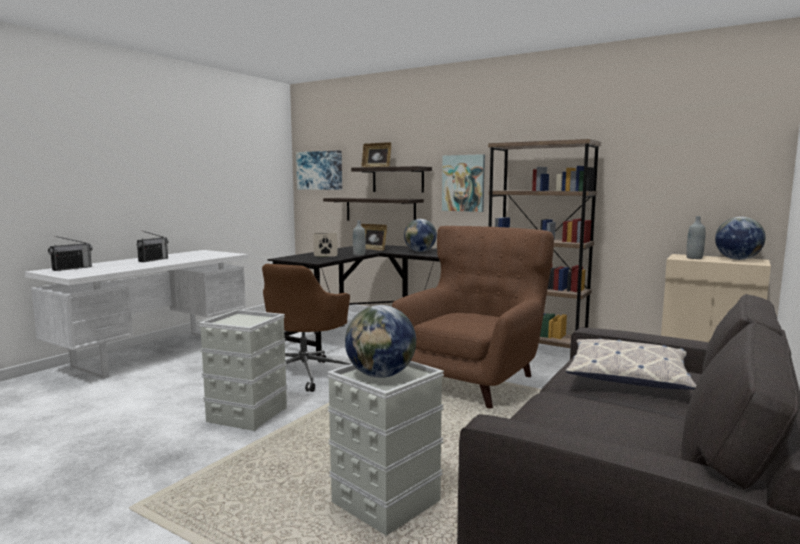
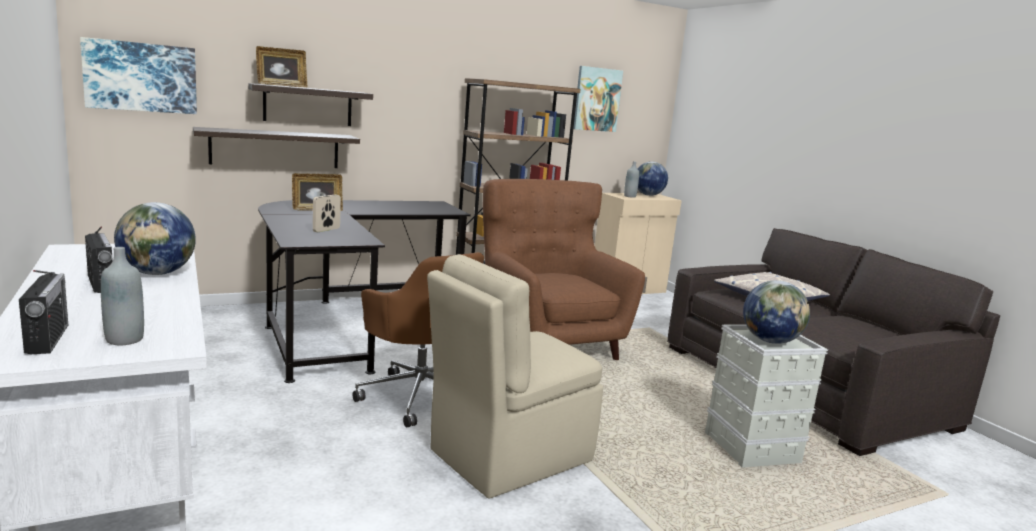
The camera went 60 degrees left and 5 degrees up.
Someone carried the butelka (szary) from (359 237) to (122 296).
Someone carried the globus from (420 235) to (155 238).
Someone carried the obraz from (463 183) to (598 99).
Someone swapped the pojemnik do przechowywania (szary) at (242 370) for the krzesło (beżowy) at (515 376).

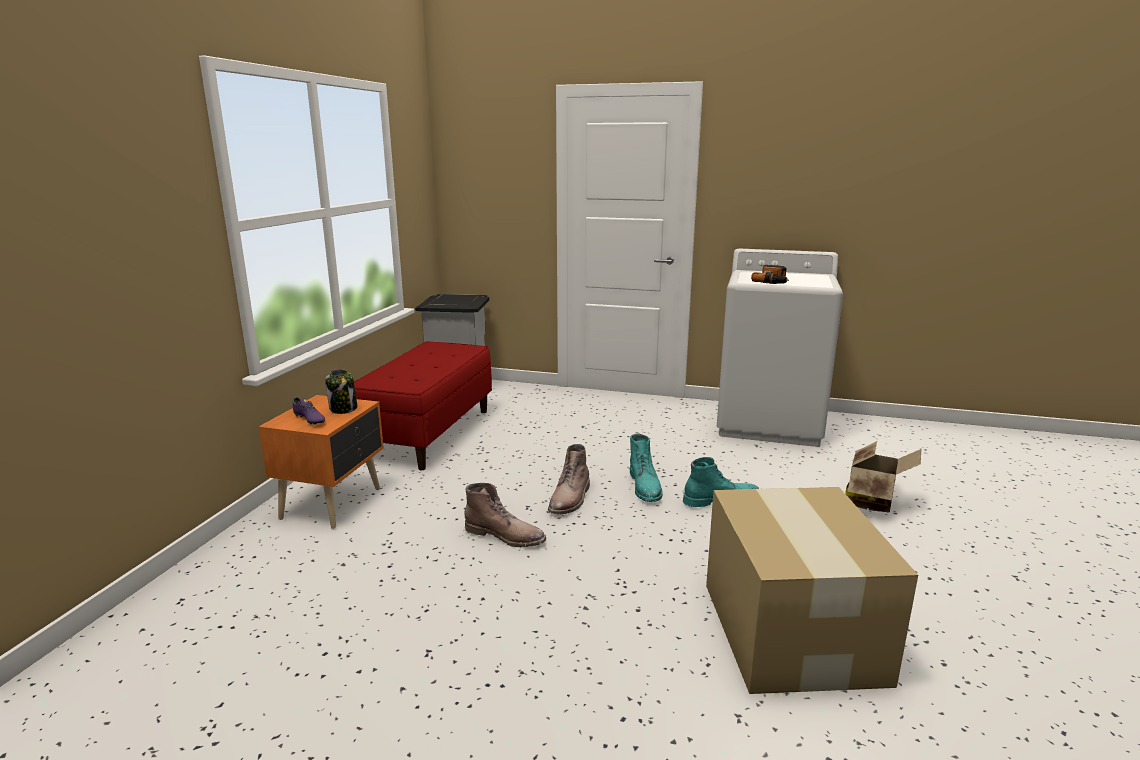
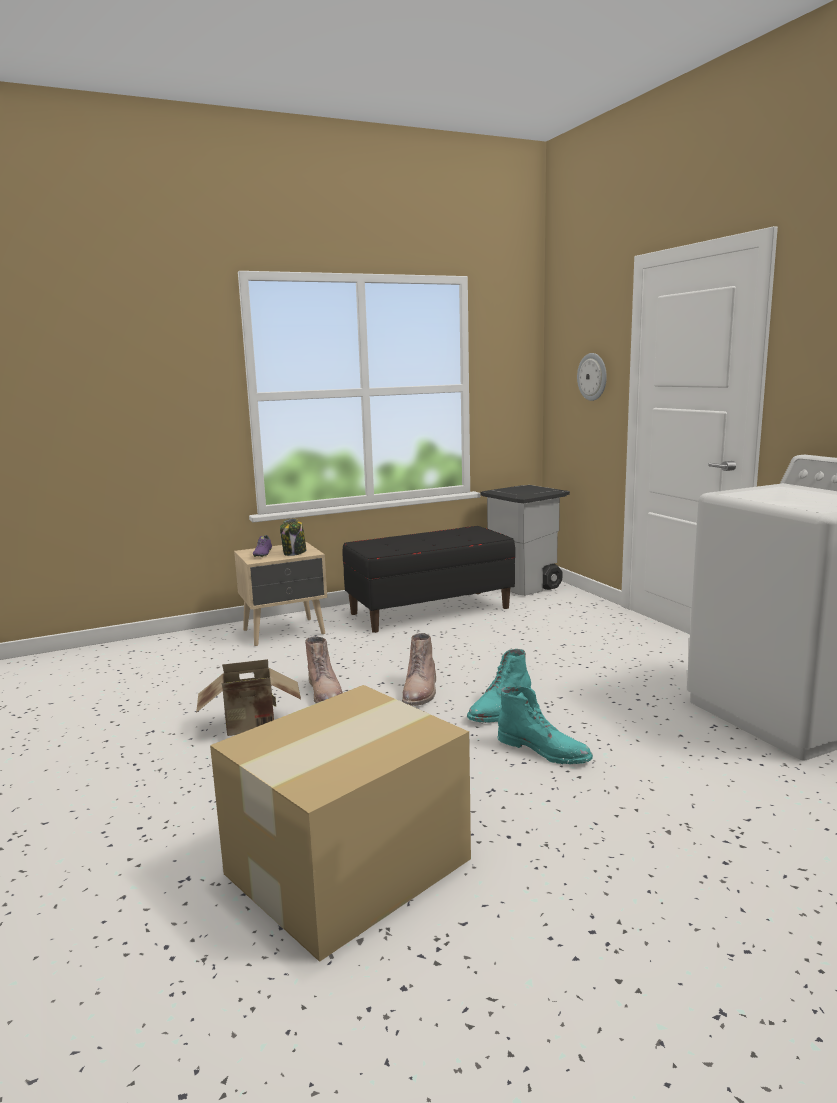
The camera went 50 degrees right and 5 degrees down.
Someone took away the wiertarka at (770 274).
Someone put up the zegar ścienny at (592 377).
Someone carried the karton from (883 477) to (248 697).
Someone repainted the szafka nocna (pomarańczowy) at (321 462), which became the szafka nocna (beżowy) at (280 594).
Someone repainted the ławka (czerwony) at (423 405), which became the ławka (czarny) at (428 579).
Someone rotated the but z cholewką (brązowy) at (569 479) by 60 degrees counterclockwise.

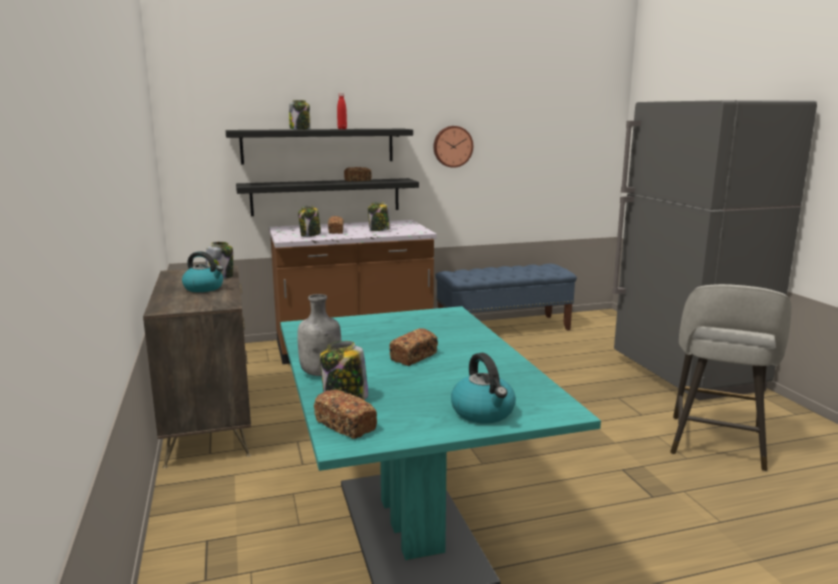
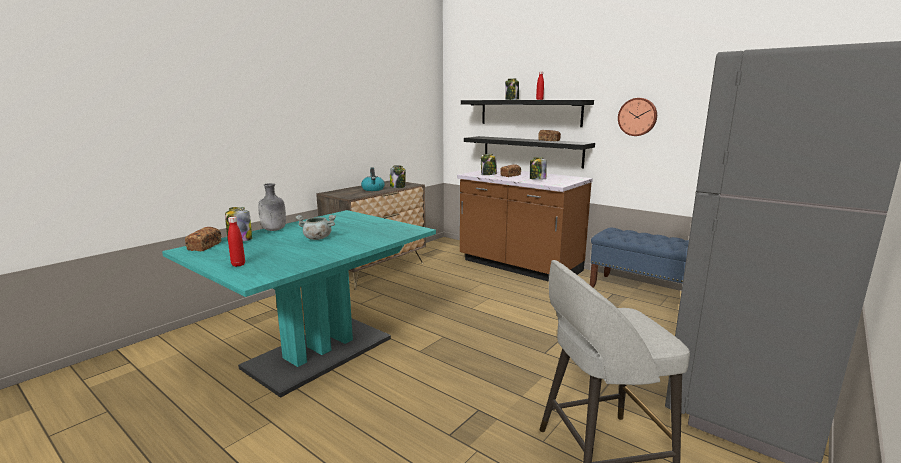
The camera went 55 degrees right and 0 degrees up.
Someone swapped the chleb at (413 347) for the garnek (szary) at (315 227).
Someone swapped the czajnik at (483 388) for the butelka (czerwony) at (236 242).

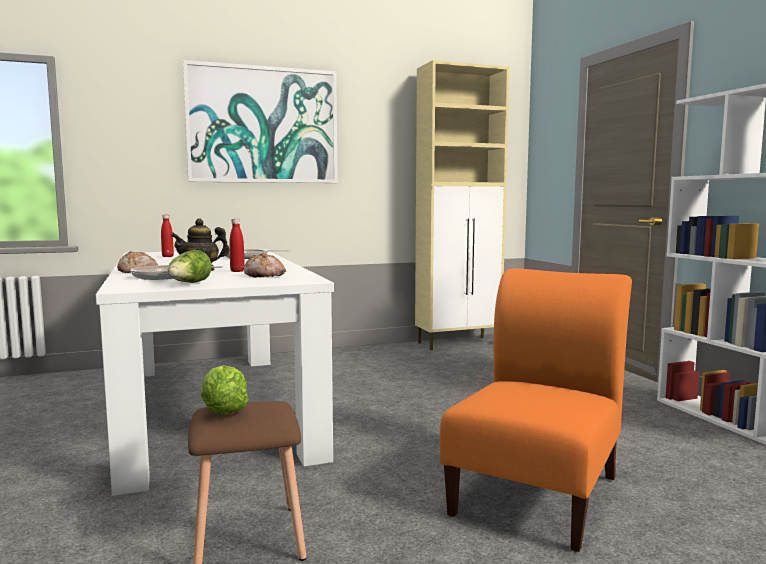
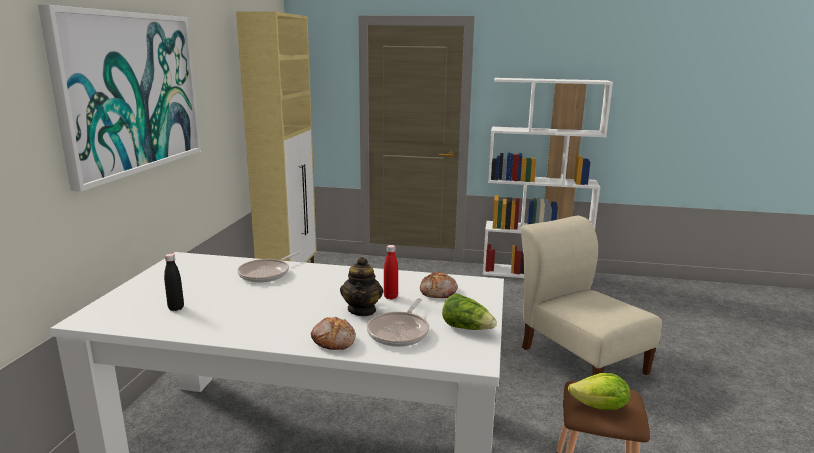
The camera went 60 degrees left and 10 degrees up.
Someone repainted the butelka (czerwony) at (167 236), which became the butelka (czarny) at (174 282).
Someone repainted the krzesło (pomarańczowy) at (536 410), which became the krzesło (beżowy) at (591 296).

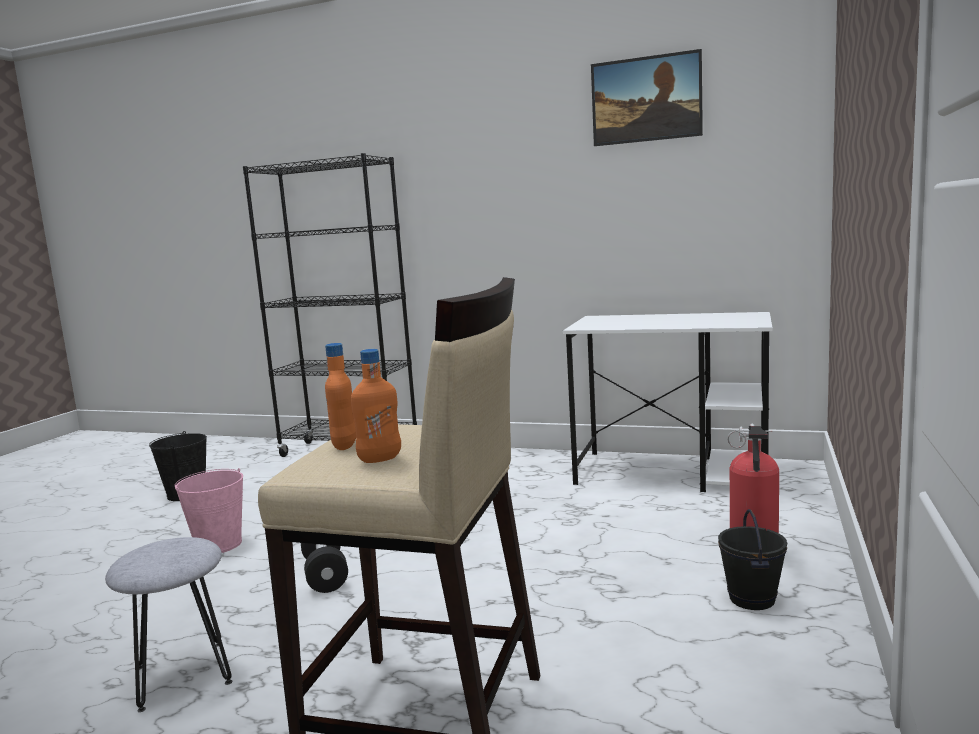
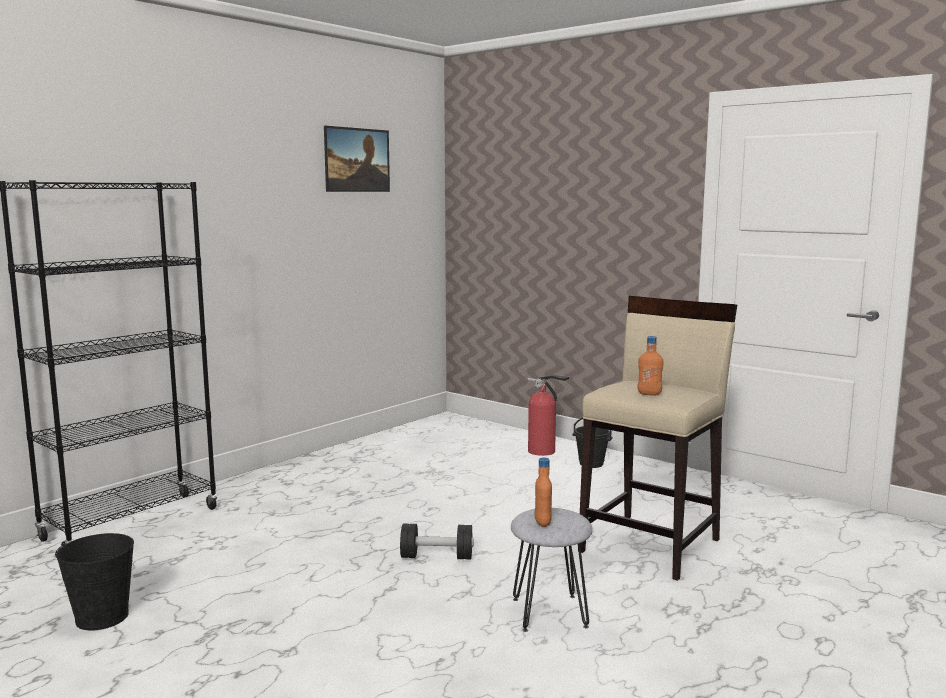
The camera went 70 degrees left and 0 degrees up.
Someone took away the wiadro (różowy) at (209 510).
Someone took away the biurko (biały) at (668 402).
Someone carried the butelka (pomarańczowy) from (376 406) to (543 492).

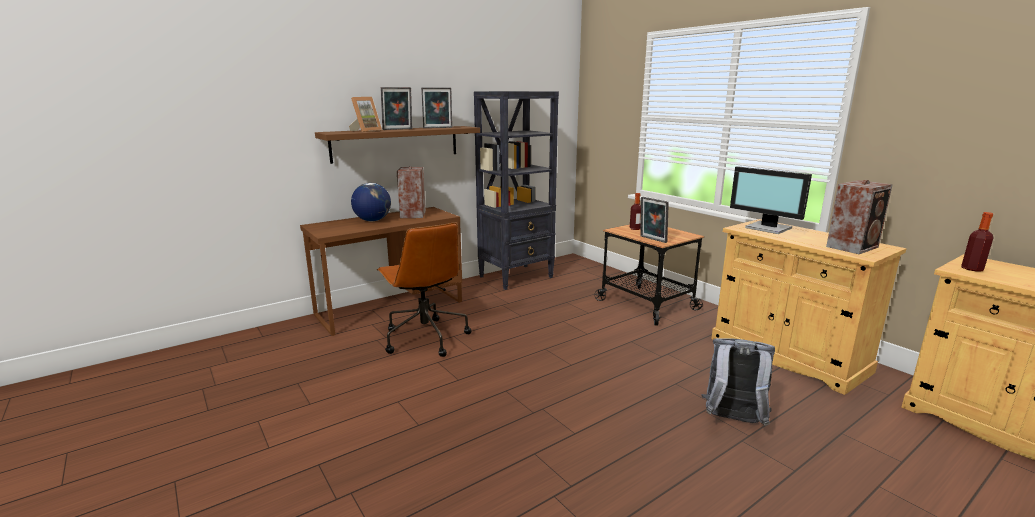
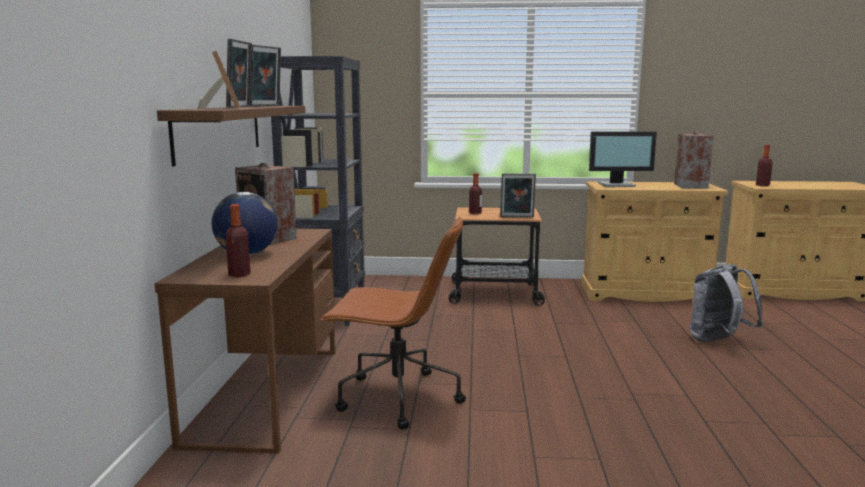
The camera went 50 degrees left and 5 degrees down.
Someone put down the butelka at (238 240).

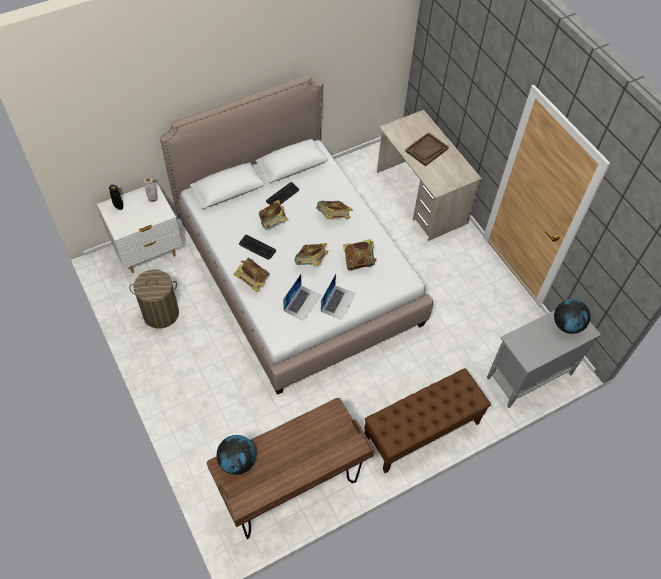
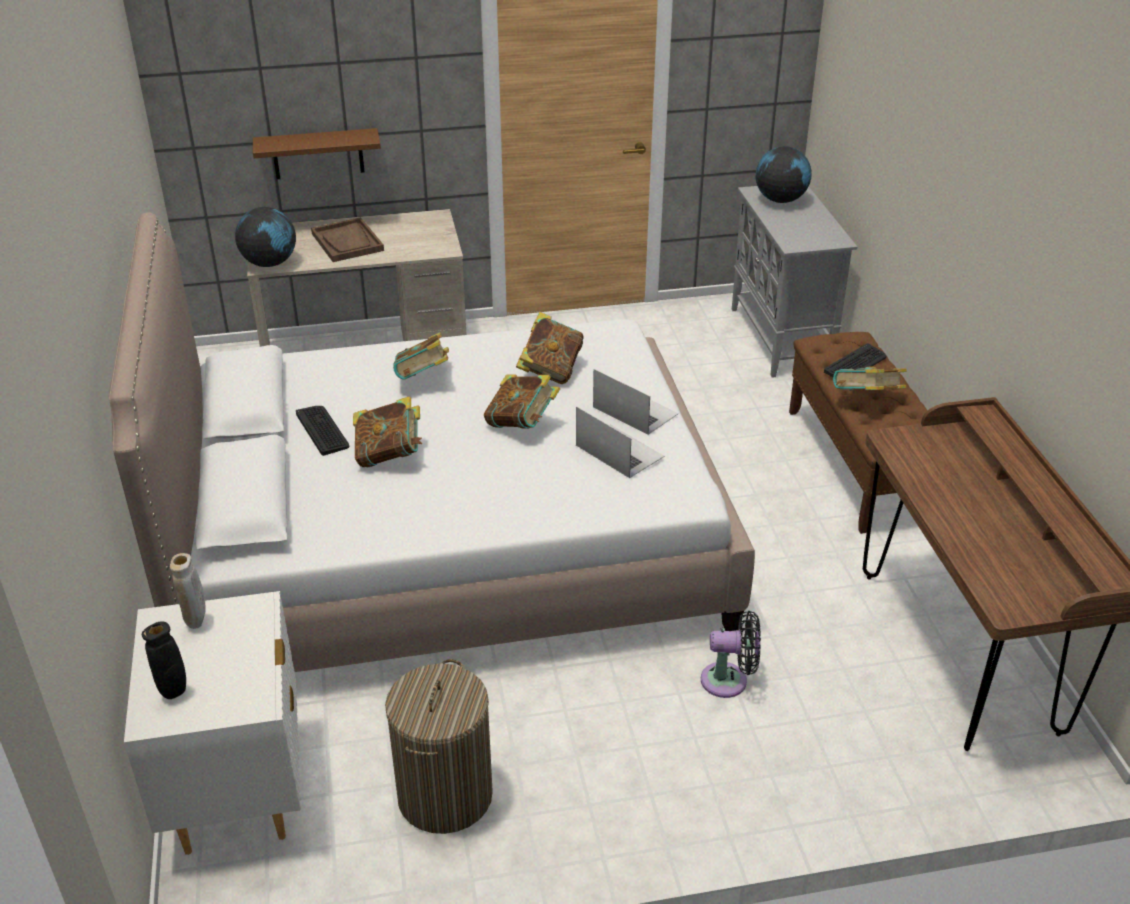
The camera went 70 degrees left and 20 degrees down.
Someone put up the półka (brązowy) at (317 153).
Someone put down the wentylator (czarny) at (731 654).
Someone carried the globus from (236 455) to (265 237).
Someone carried the książka from (251 275) to (869 379).
Someone carried the klawiatura from (257 247) to (855 360).

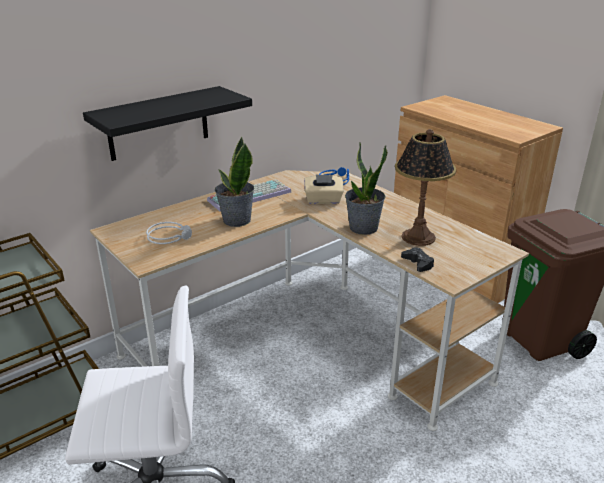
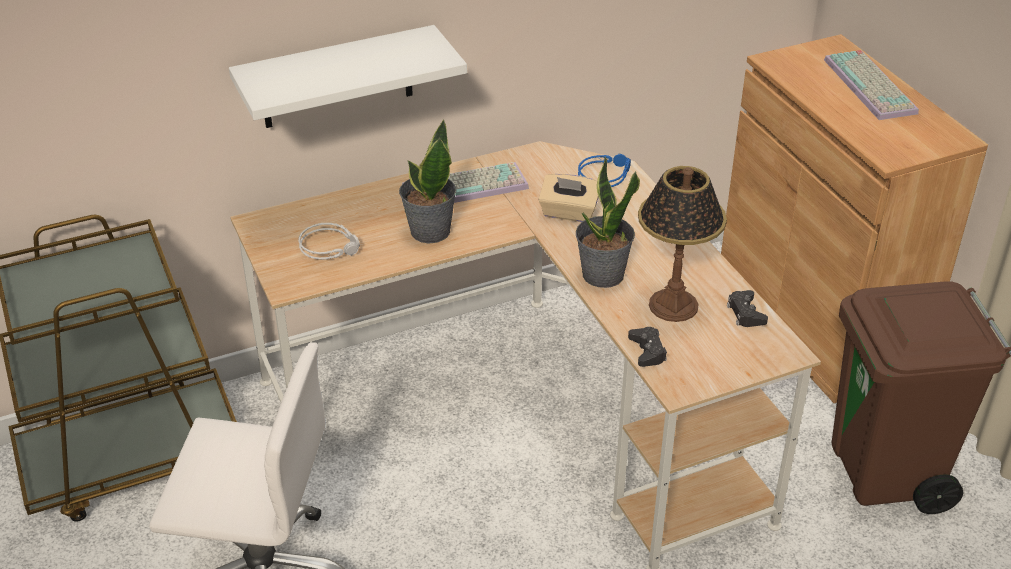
The camera went 15 degrees right and 10 degrees up.
Someone put down the pad do gier (czarny) at (747 308).
Someone put down the klawiatura at (871 85).
Someone repainted the półka (czarny) at (167 123), which became the półka (biały) at (348 76).

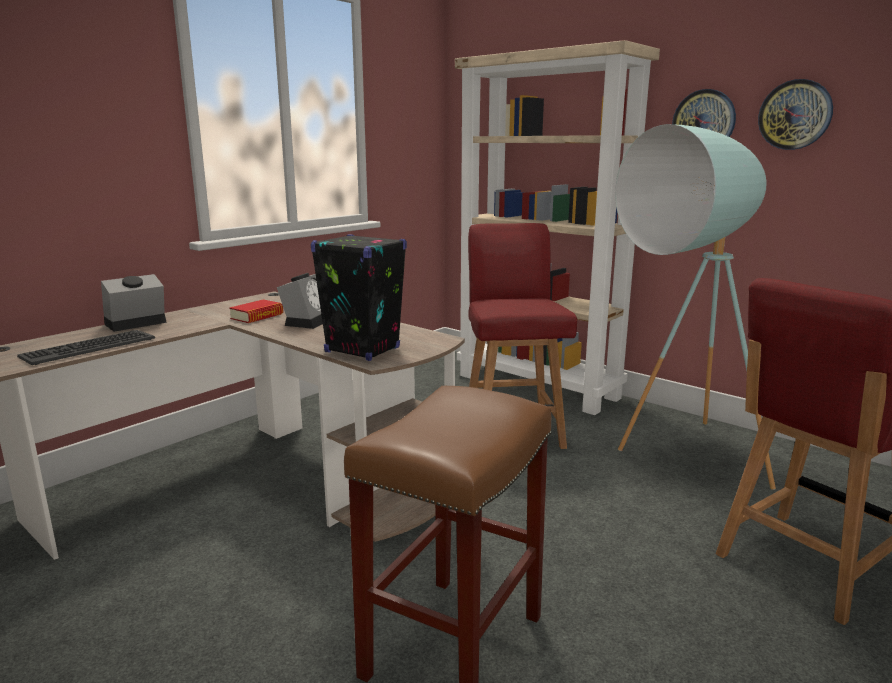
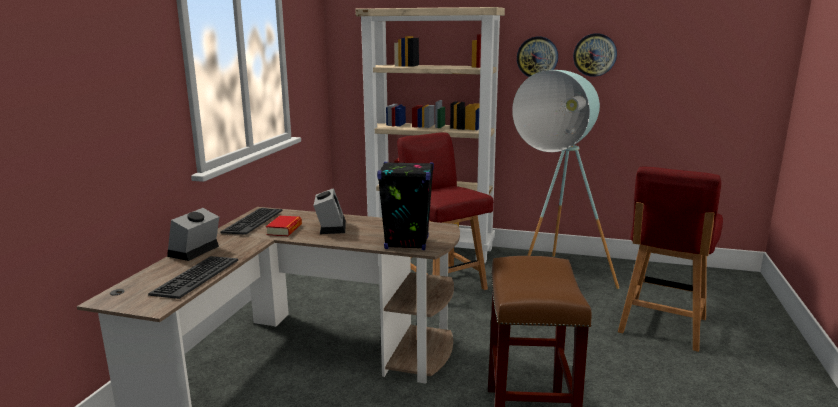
The camera went 25 degrees left and 0 degrees up.
Someone put down the klawiatura at (252 221).

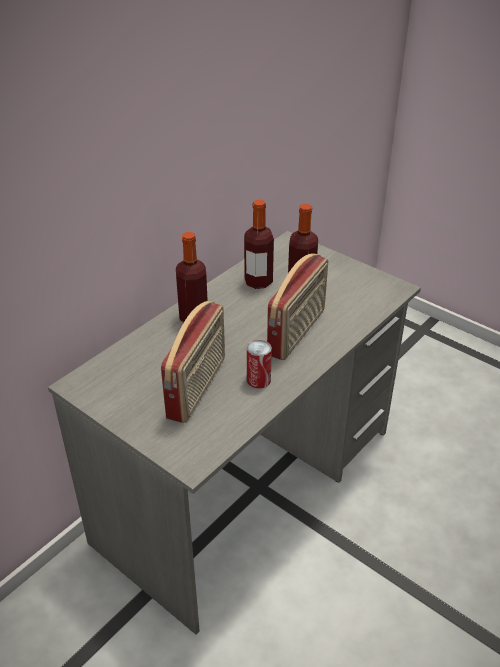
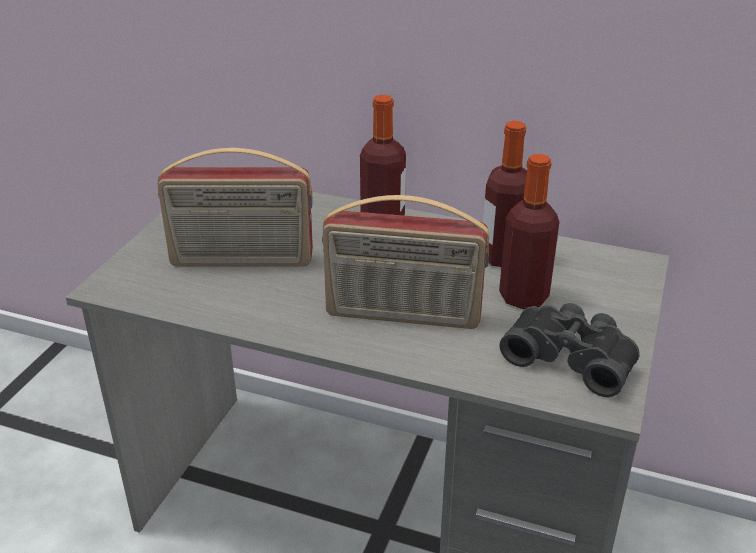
The camera went 70 degrees right and 5 degrees down.
Someone took away the puszka at (259 364).
Someone put down the lornetka (czarny) at (569 350).

